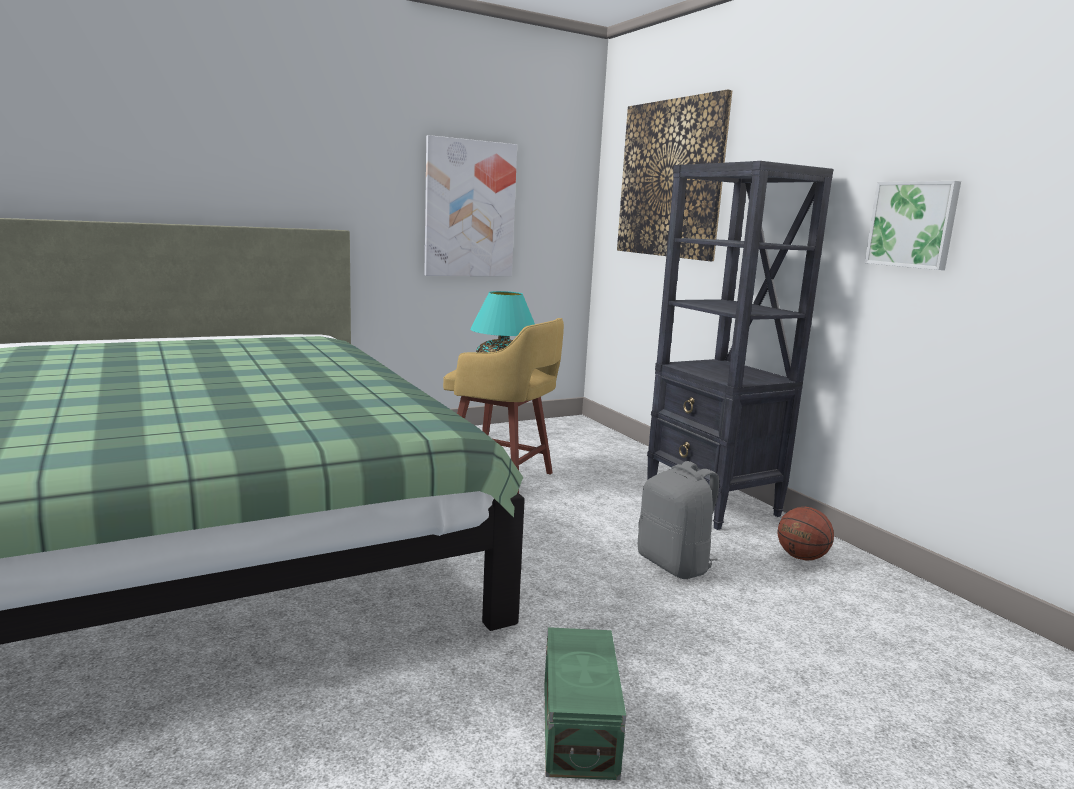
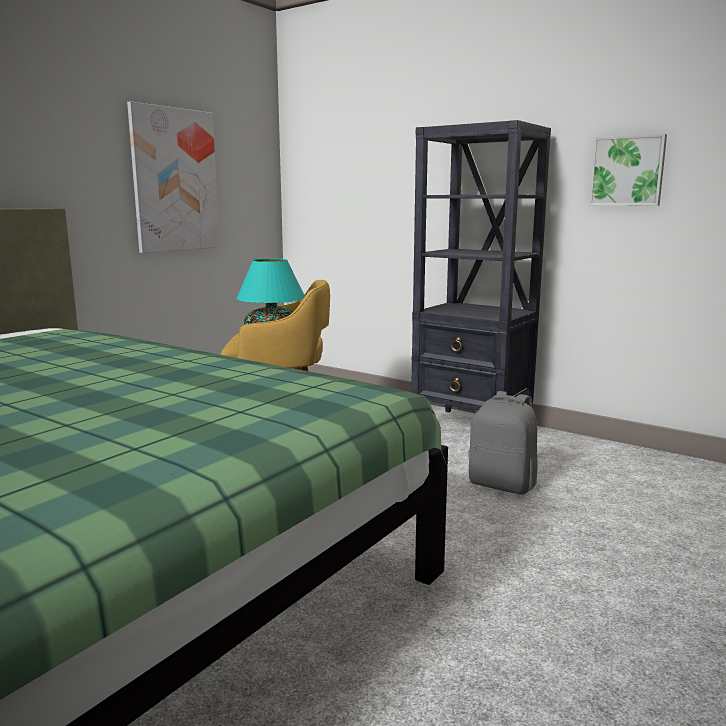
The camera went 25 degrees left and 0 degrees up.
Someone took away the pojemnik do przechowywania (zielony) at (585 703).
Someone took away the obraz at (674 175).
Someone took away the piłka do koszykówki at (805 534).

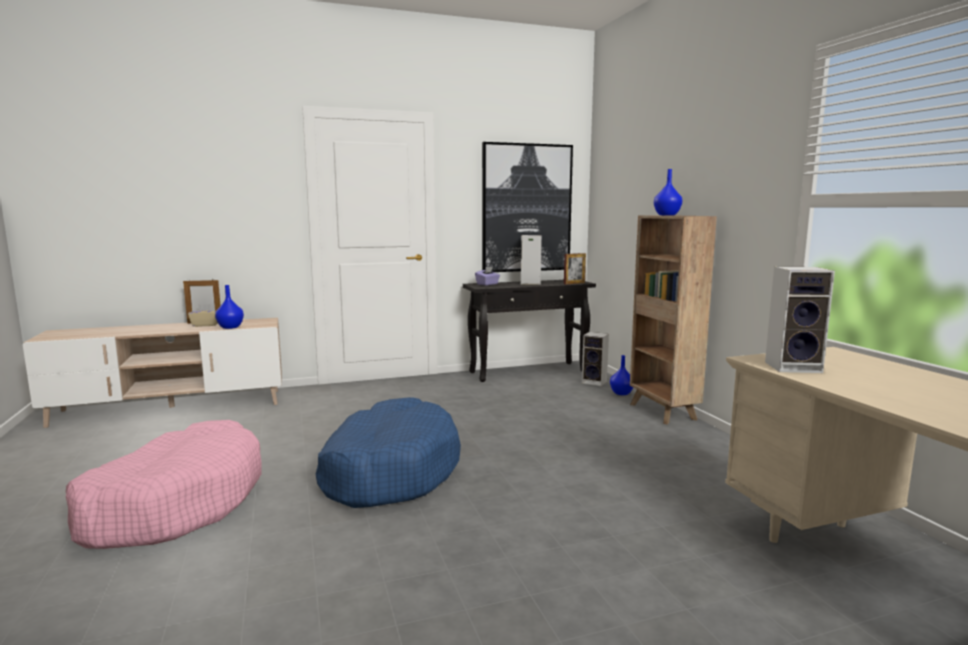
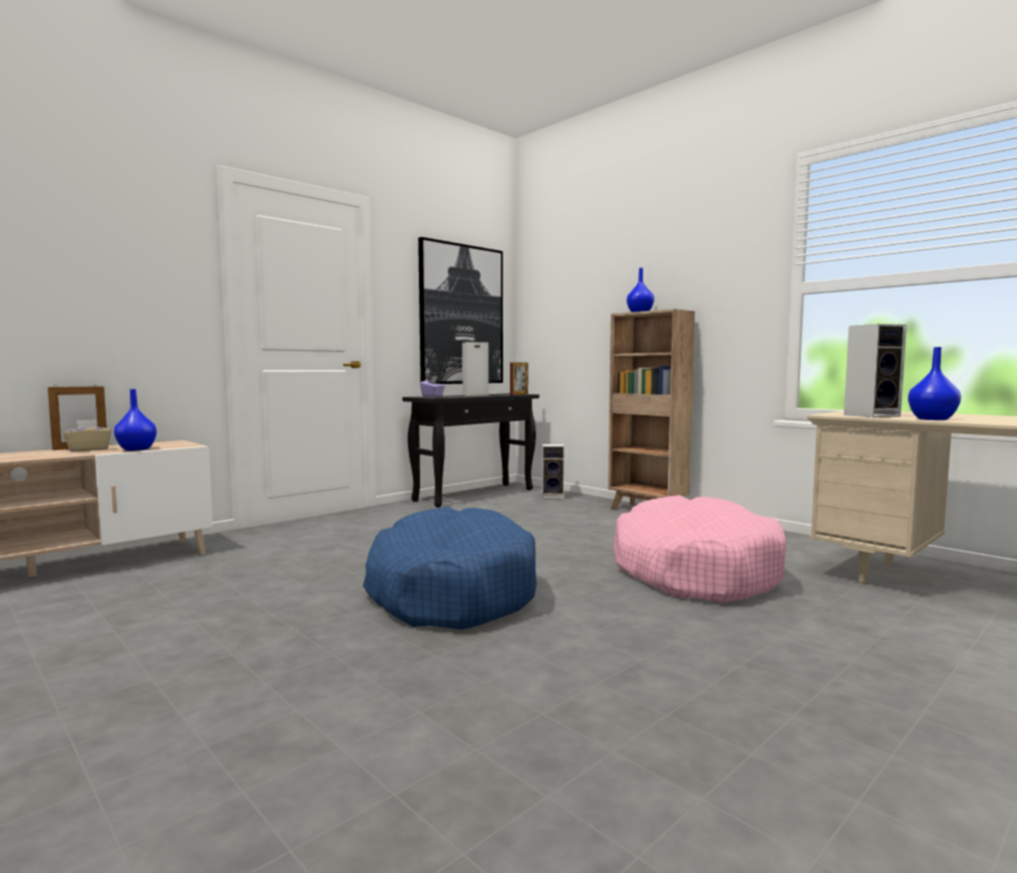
The camera went 25 degrees left and 5 degrees down.
Someone carried the legowisko (różowy) from (163 484) to (700 549).
Someone carried the wazon (niebieski) from (621 375) to (934 383).

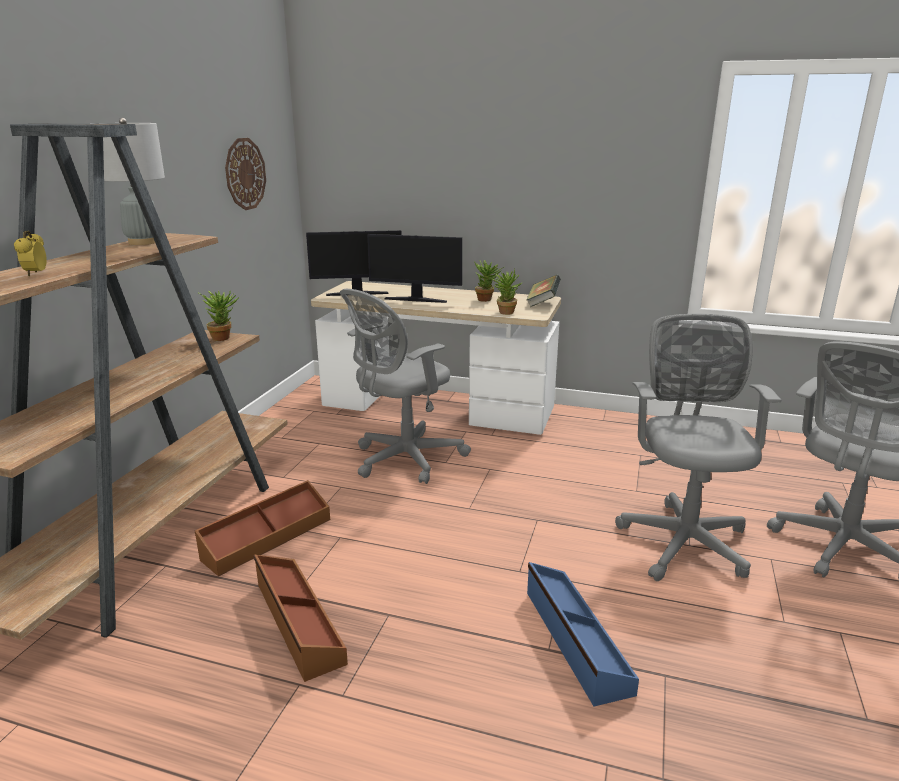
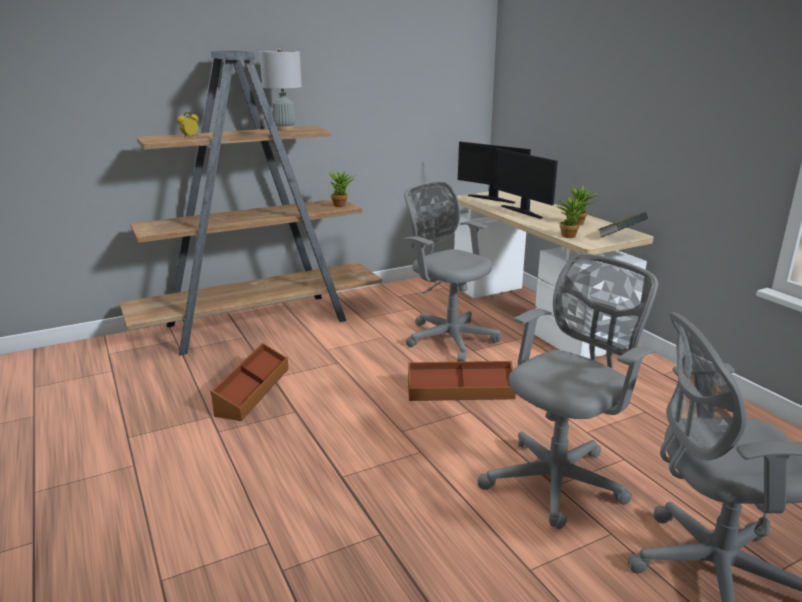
The camera went 45 degrees right and 0 degrees up.
Someone took away the zegar ścienny at (245 174).
Someone took away the pojemnik do przechowywania (niebieski) at (583 634).
Someone carried the pojemnik do przechowywania (brązowy) from (262 528) to (462 381).
Someone rotated the krzesło biurowe (szary) at (405 386) by 45 degrees clockwise.

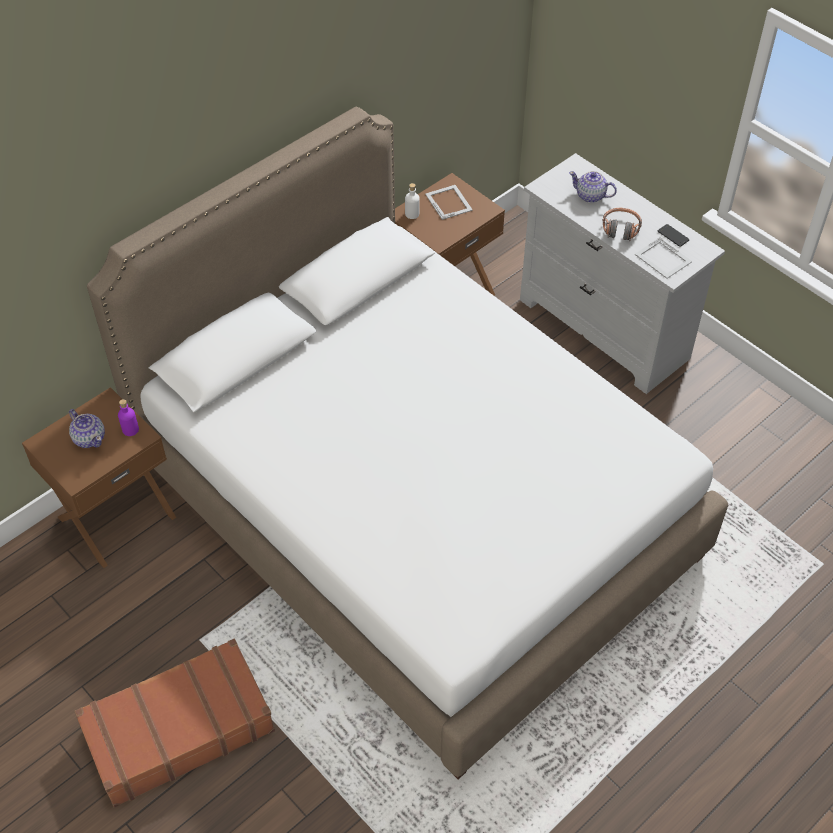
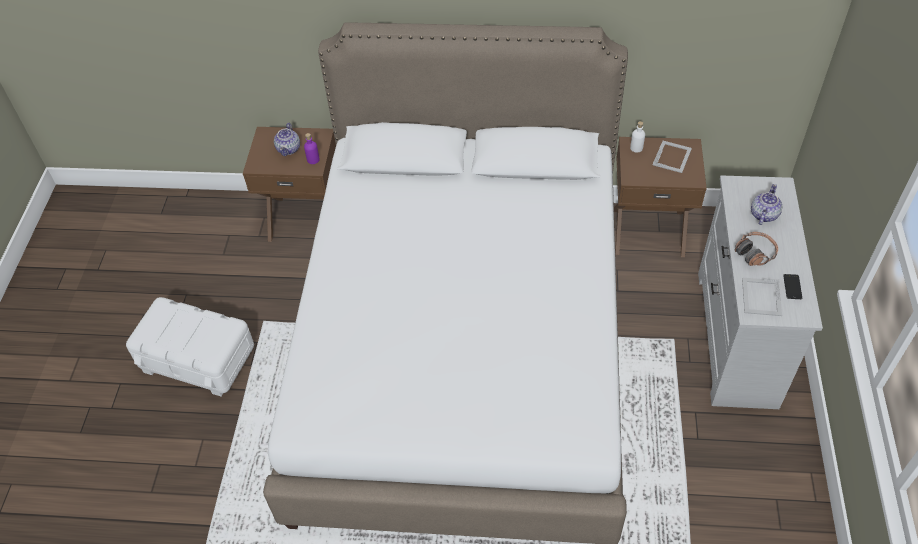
The camera went 50 degrees right and 0 degrees up.
Someone swapped the walizka (brązowy) at (175 723) for the pojemnik do przechowywania (biały) at (190 346).
Someone rotated the imbryk at (593 187) by 45 degrees clockwise.

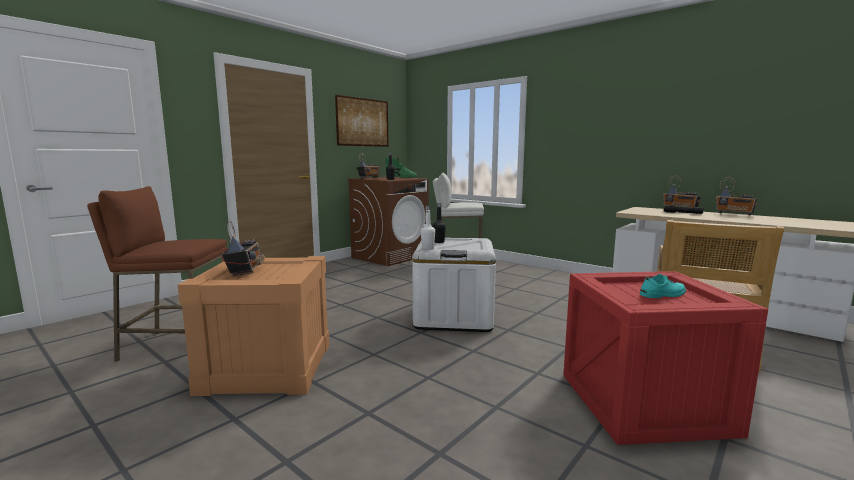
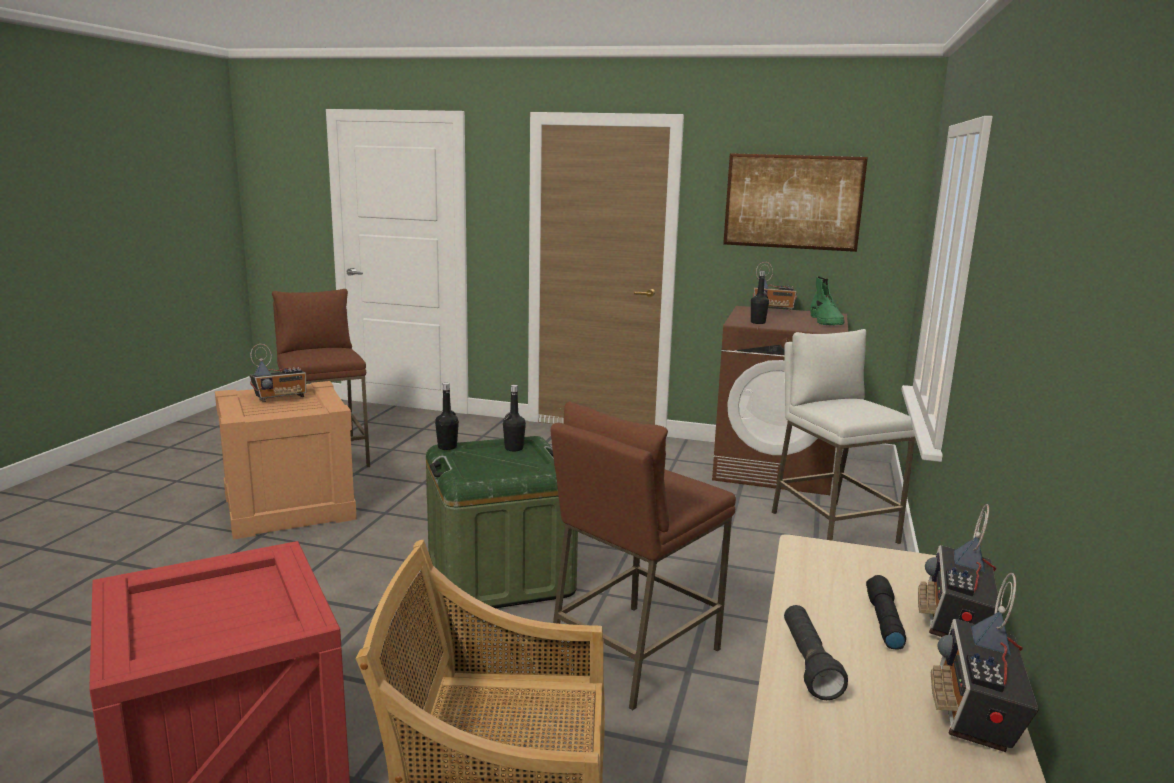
The camera went 65 degrees right and 5 degrees up.
Someone took away the but (turkusowy) at (663 286).
Someone put down the stołek (brązowy) at (643 556).
Someone put down the latarka (czarny) at (816 652).
Someone repainted the pojemnik do przechowywania (biały) at (454 285), which became the pojemnik do przechowywania (zielony) at (502 524).
Someone repainted the butelka (biały) at (428 227), which became the butelka (czarny) at (447 416).

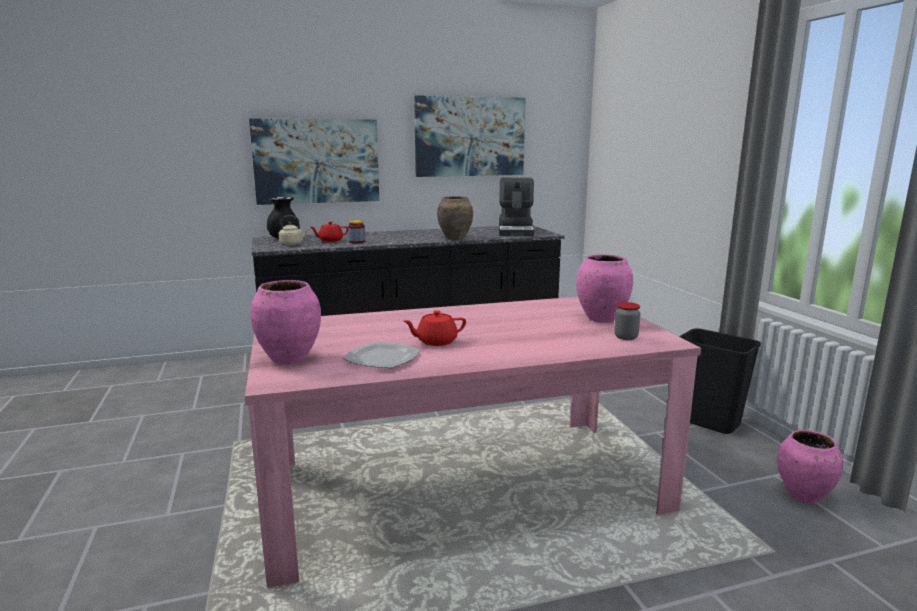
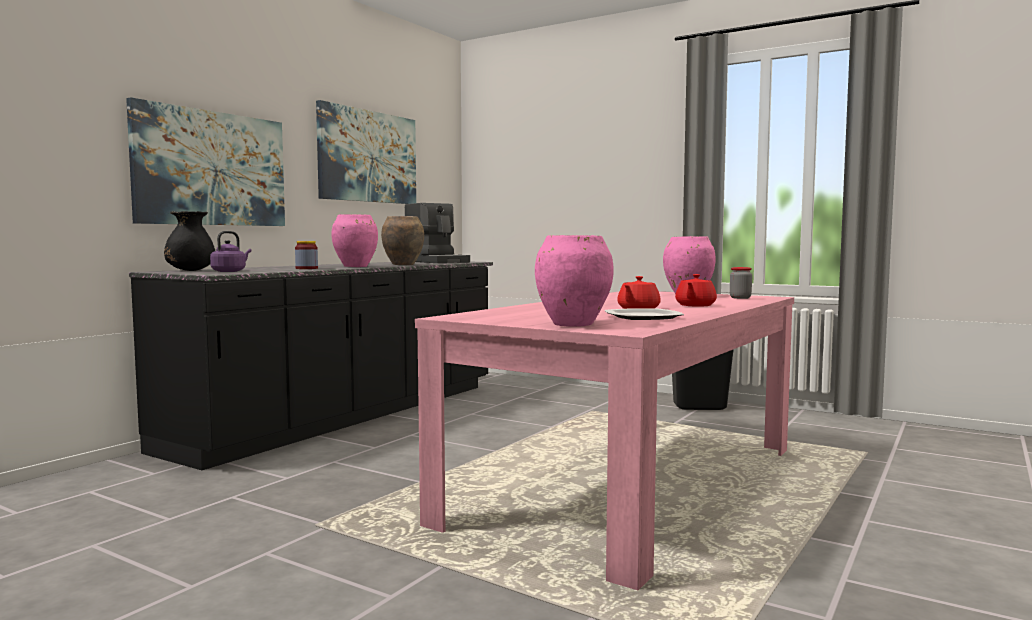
The camera went 40 degrees left and 10 degrees down.
Someone carried the imbryk (czerwony) from (329 232) to (696 290).
Someone carried the wazon (różowy) from (810 466) to (354 240).
Someone repainted the czajnik (beżowy) at (294 230), which became the czajnik (fioletowy) at (230 251).

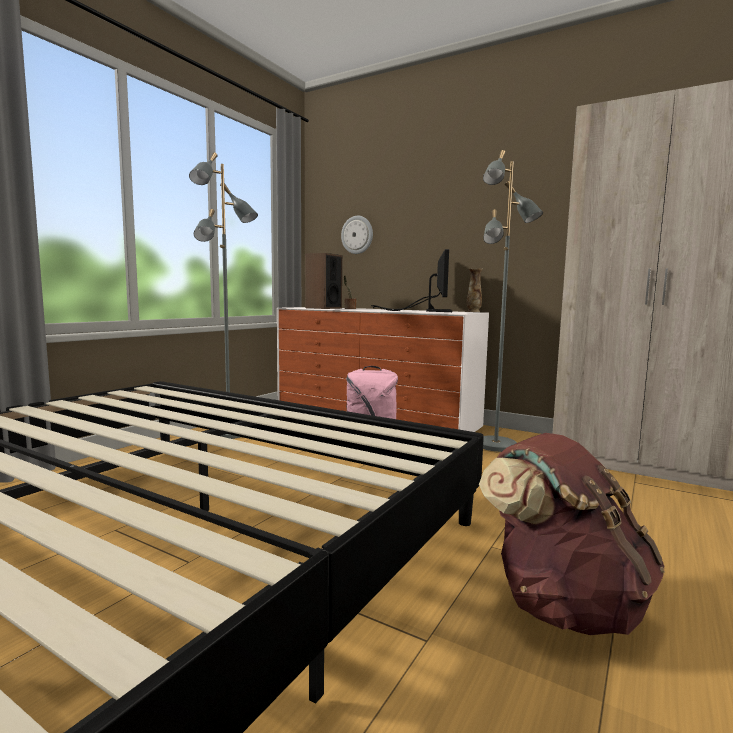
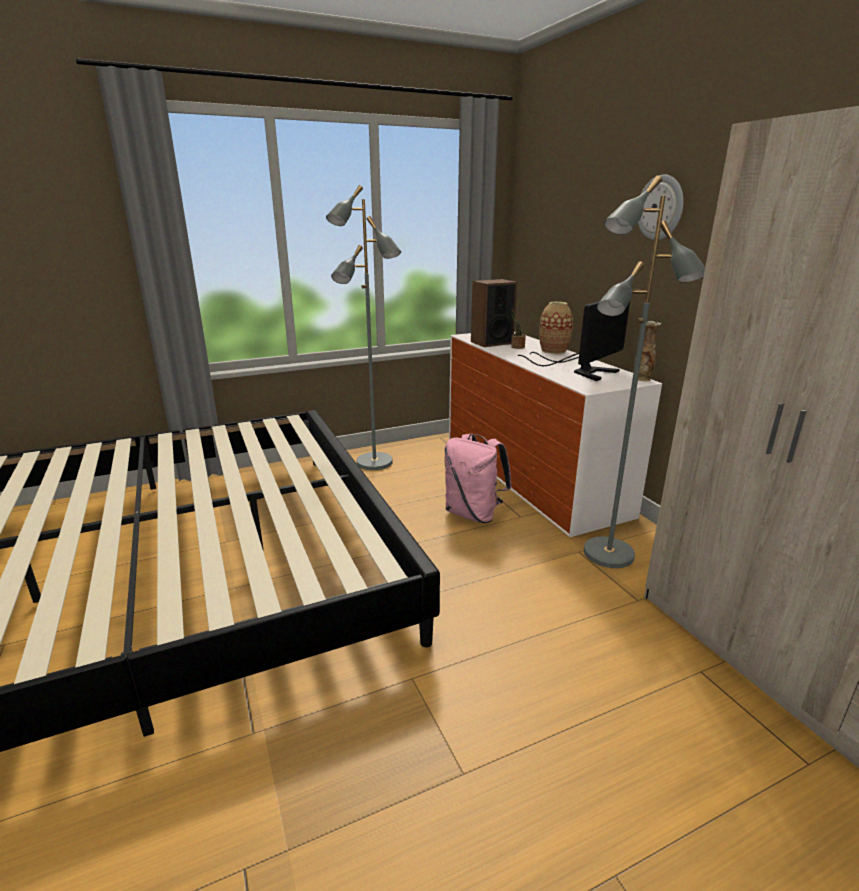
The camera went 35 degrees right and 15 degrees up.
Someone took away the plecak (brązowy) at (572 534).
Someone put down the wazon at (556 328).
Someone carried the zegar ścienny from (357 235) to (661 207).

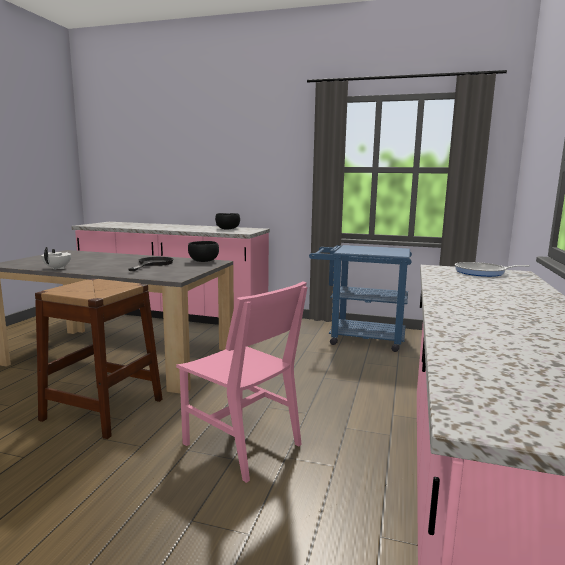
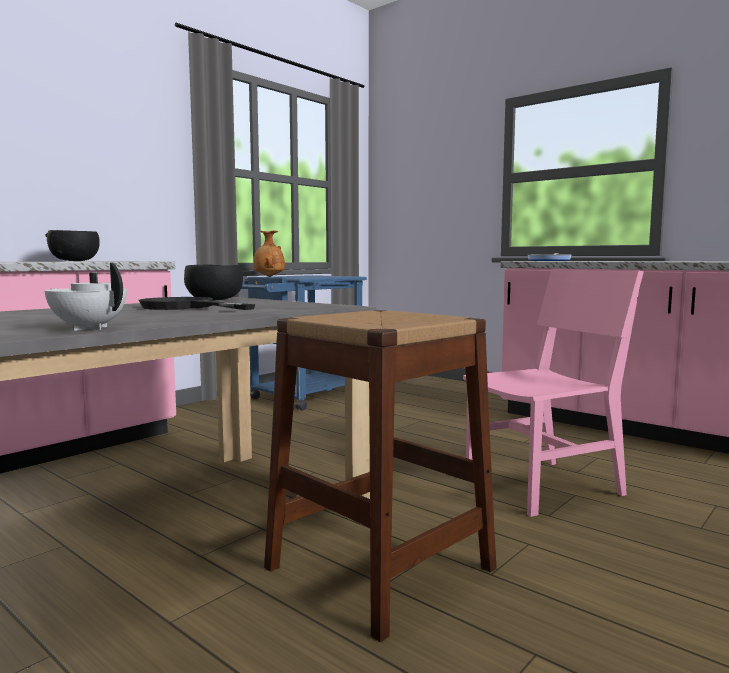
The camera went 65 degrees left and 5 degrees down.
Someone put down the wazon (brązowy) at (269 254).

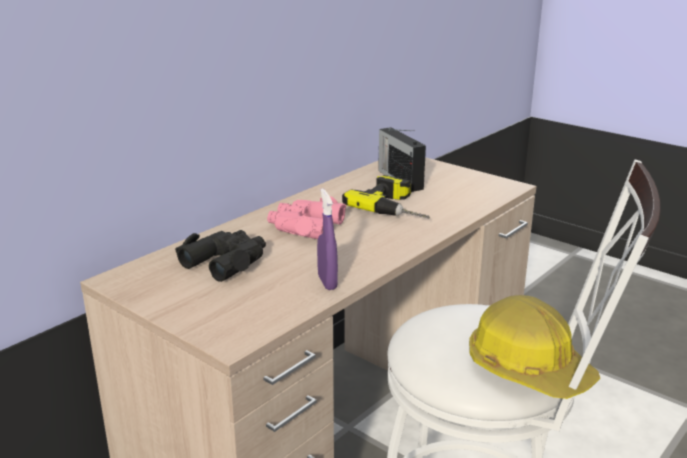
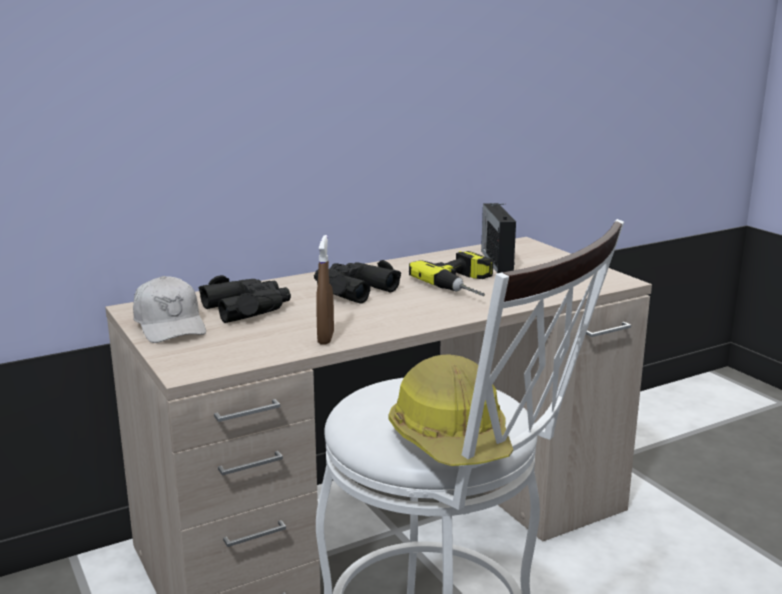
The camera went 20 degrees right and 5 degrees down.
Someone put down the czapka z daszkiem (biały) at (169 309).
Someone repainted the lornetka (różowy) at (306 217), which became the lornetka (czarny) at (357 281).
Someone repainted the spryskiwacz (fioletowy) at (327 239), which became the spryskiwacz (brązowy) at (325 289).

